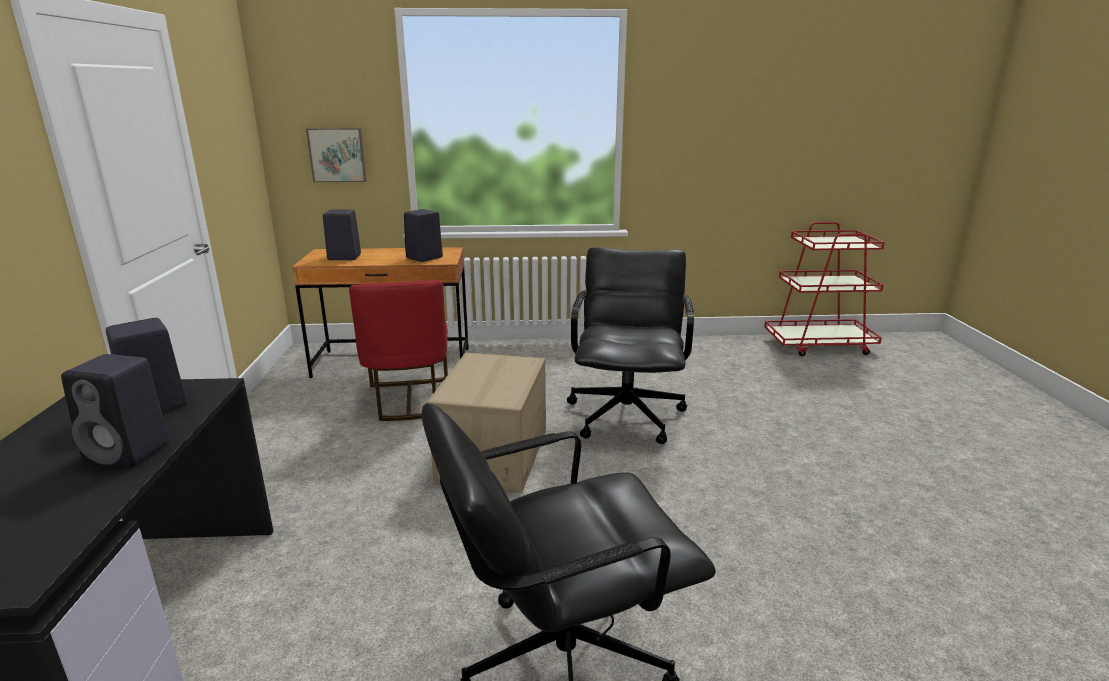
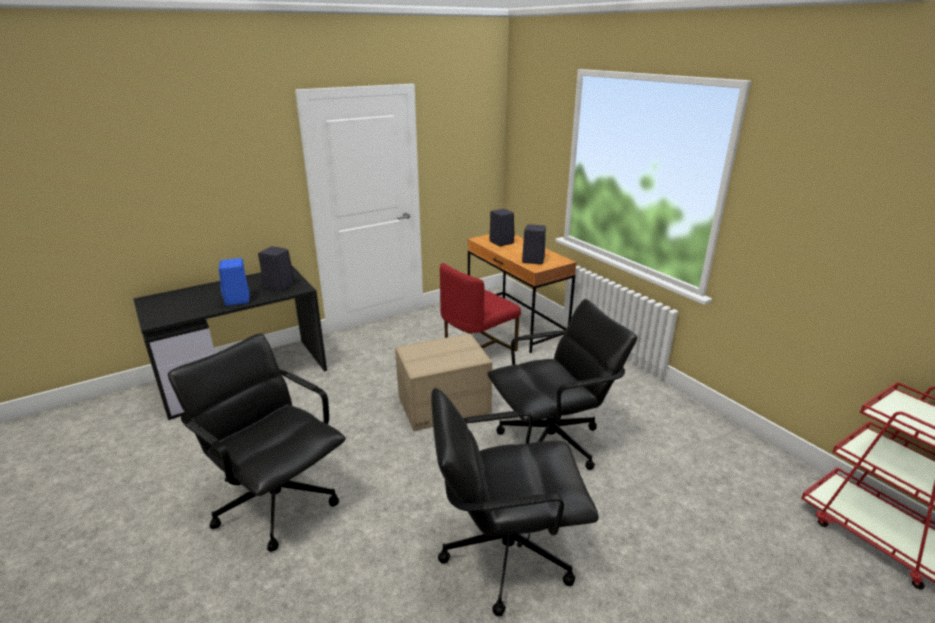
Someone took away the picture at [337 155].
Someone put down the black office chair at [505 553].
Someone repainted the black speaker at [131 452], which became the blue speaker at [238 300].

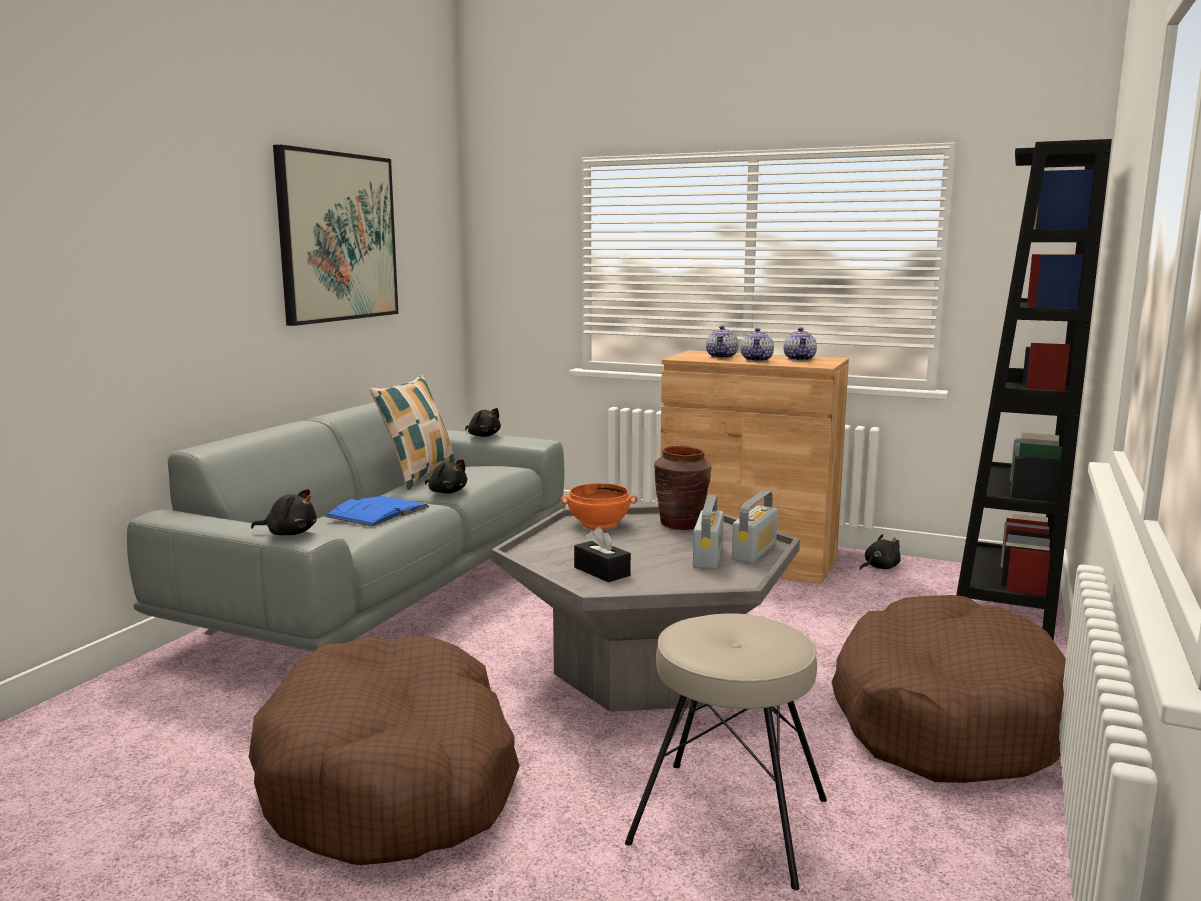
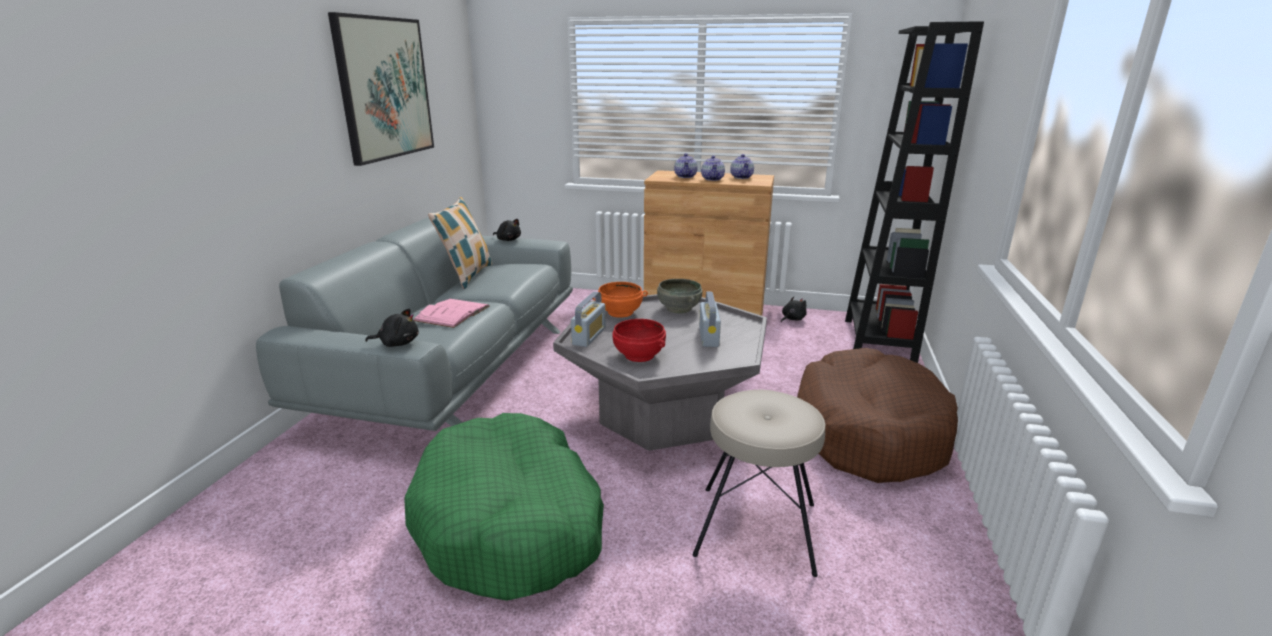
Someone took away the black plush toy at [447 492].
Someone carried the radio from [754 551] to [589 336].
Someone swapped the black tissue box at [602 571] for the red bowl at [639 355].
Someone swapped the brown vase at [681 524] for the grey bowl at [678 309].
Someone repainted the brown dog bed at [392 779], which became the green dog bed at [511 523].
Someone repainted the blue book at [378 512], which became the pink book at [452 313].

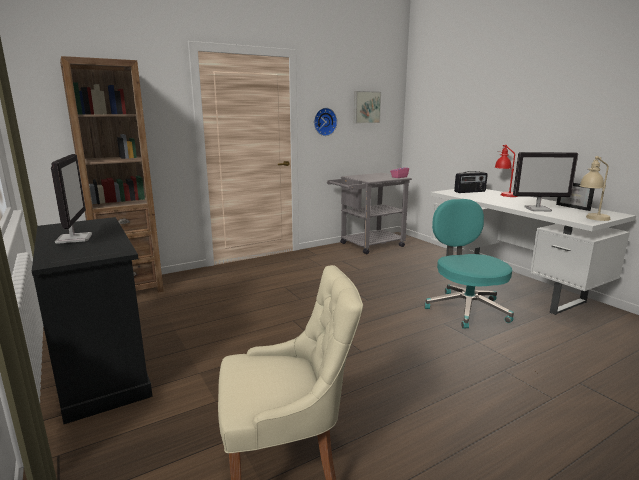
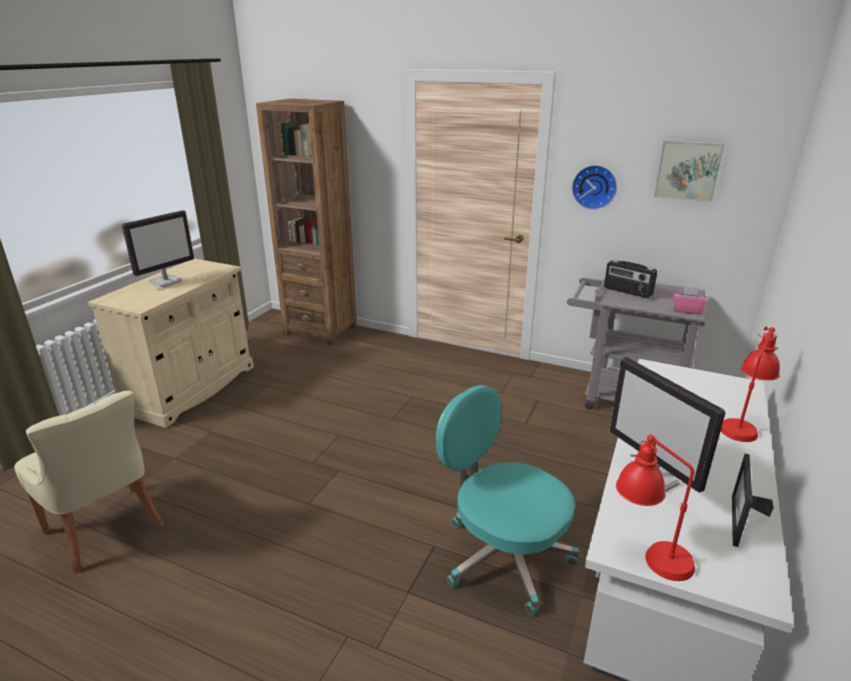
Someone carried the radio from [470 192] to [627 292].
Someone repainted the black cabinet at [102 367], which became the beige cabinet at [191 388].
Someone repainted the beige table lamp at [592 219], which became the red table lamp at [648 554].
Someone rotated the turquoise office chair at [466 308] by 90 degrees counterclockwise.

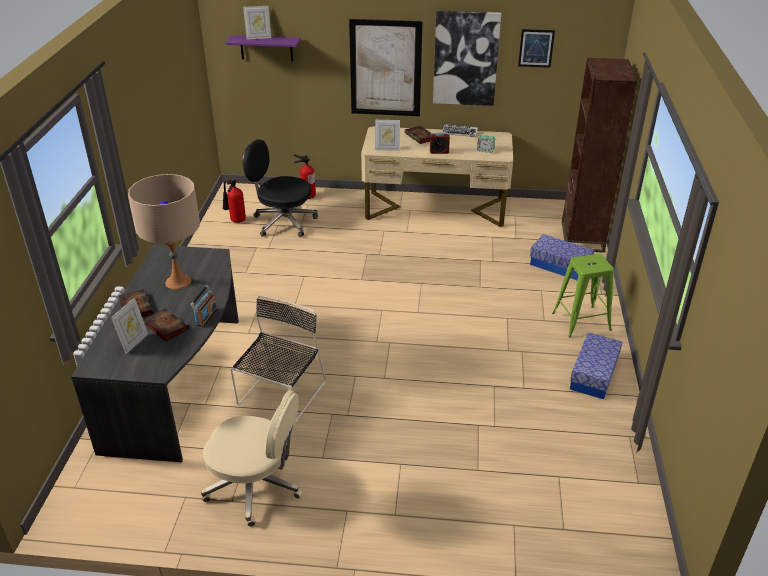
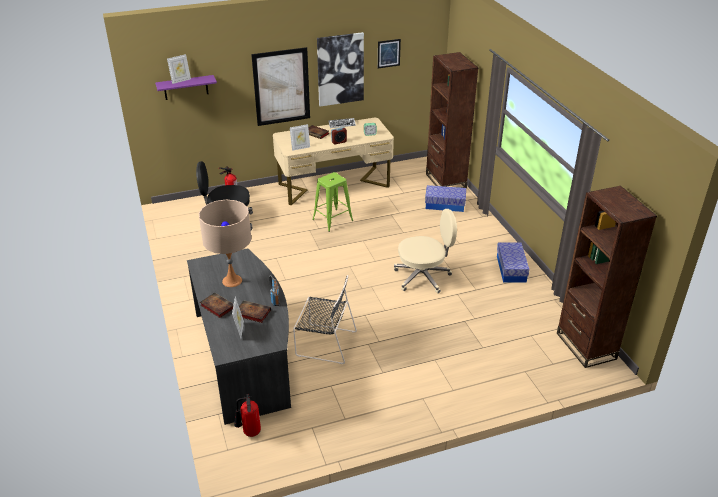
Someone put down the brown bookcase at [586 346].
Someone carried the beige office chair from [256 486] to [423 277].
Someone carried the fire extinguisher from [235 221] to [249 433].
Someone carried the green stool from [581 321] to [333 220].
Someone rotated the black chair at [280 395] by 105 degrees clockwise.

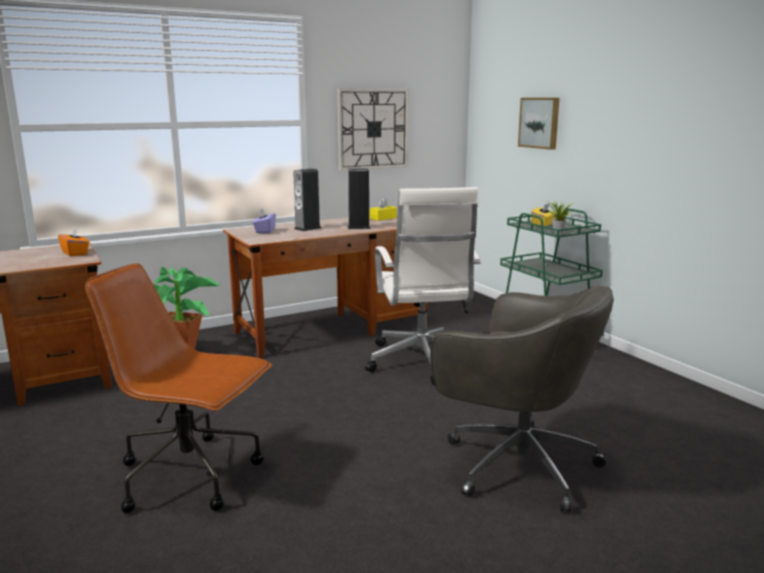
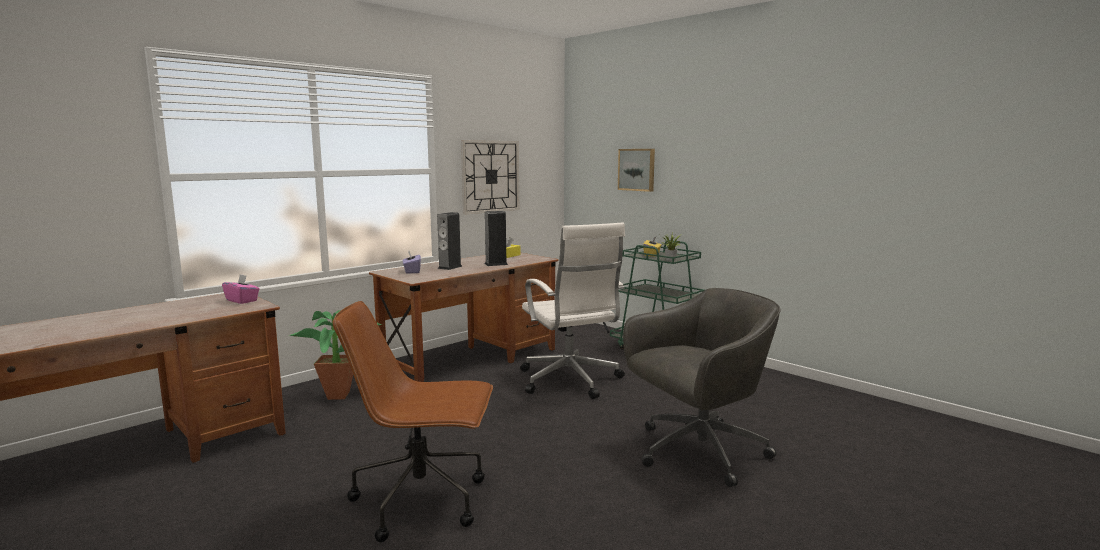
Someone repainted the orange tissue box at [75 253], which became the pink tissue box at [242 300].
Someone rotated the grey office chair at [515 464] by 45 degrees counterclockwise.

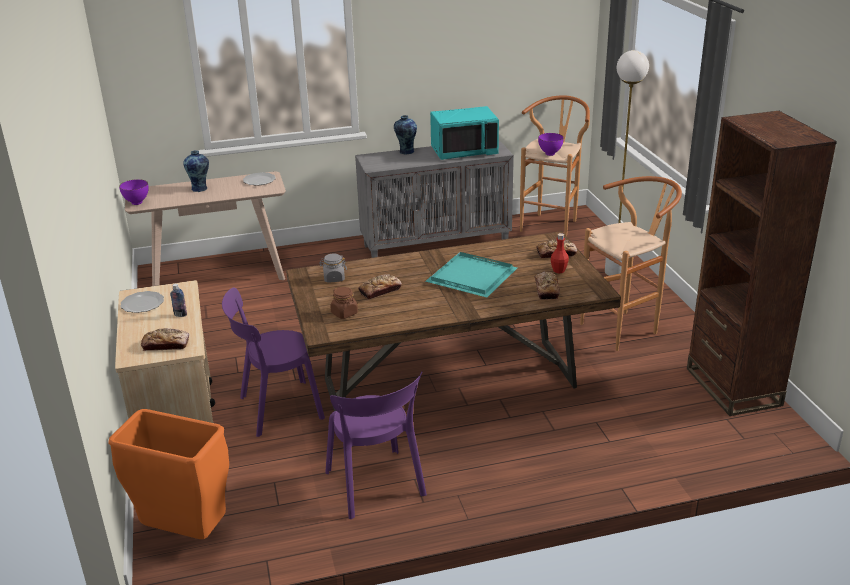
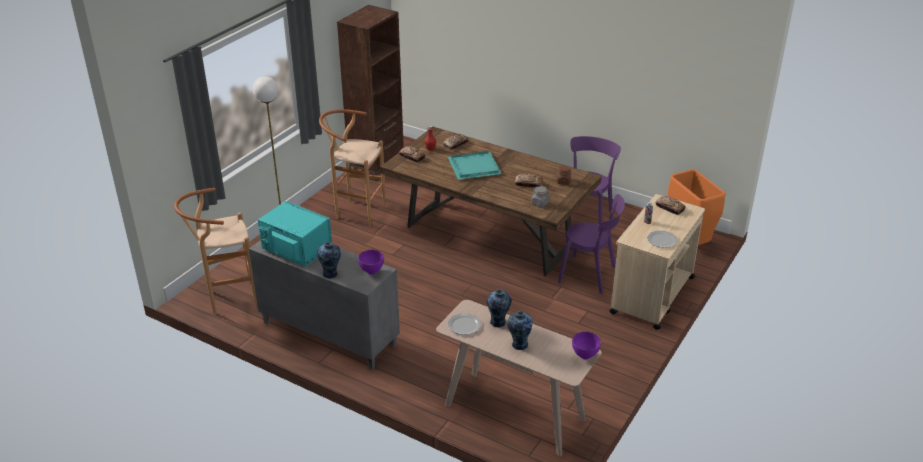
Someone put down the vase at [498 323].
Someone carried the purple bowl from [550 154] to [372 271].

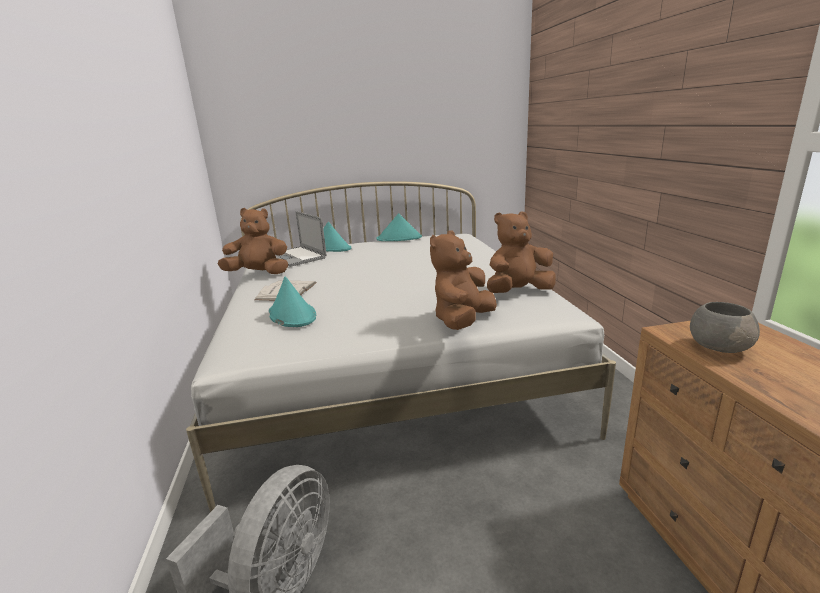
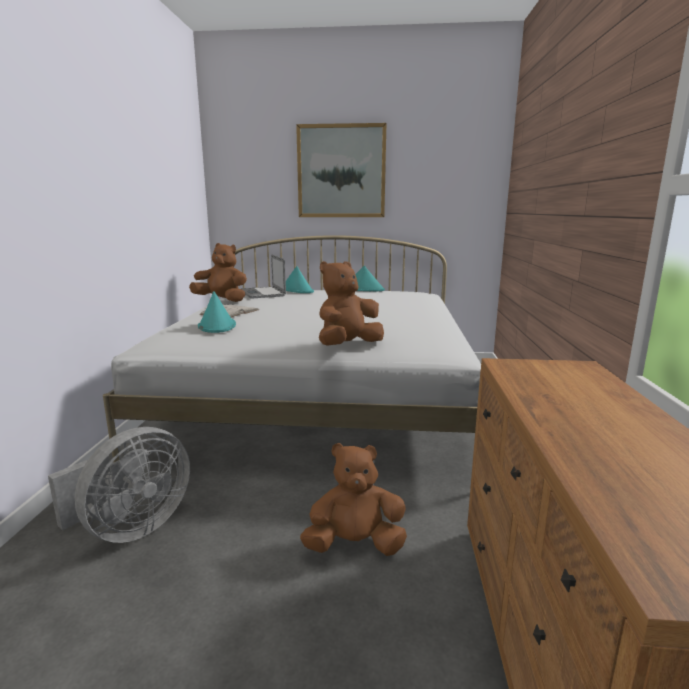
Someone took away the grey bowl at [718 347].
Someone put up the picture at [341 171].
Someone carried the brown plush toy from [518 292] to [355 545].

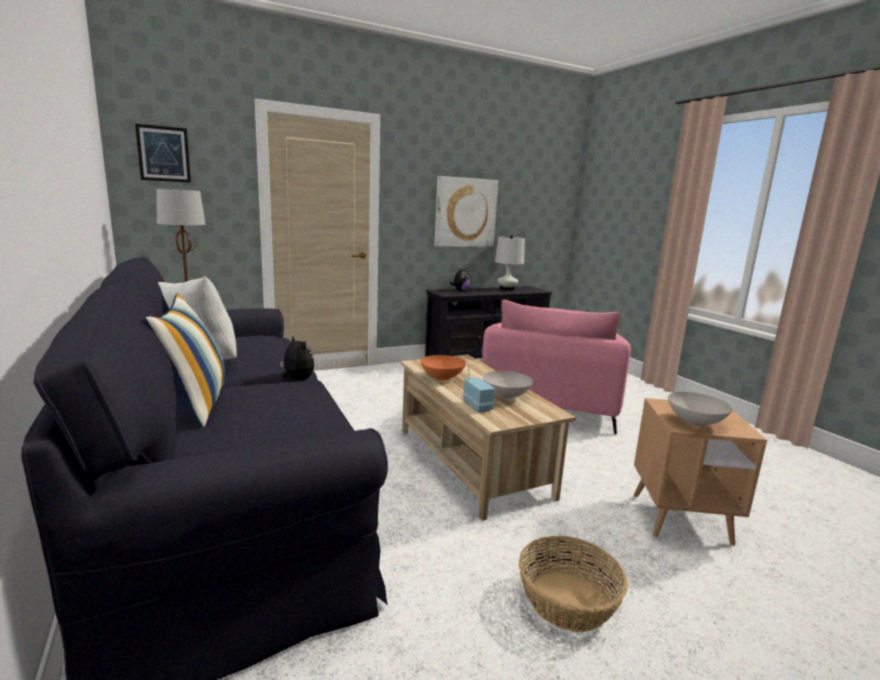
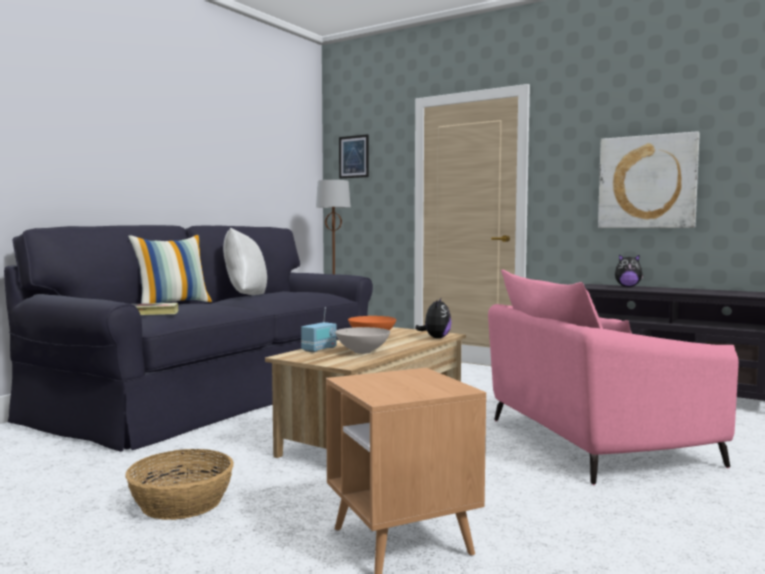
Someone took away the white table lamp at [507 289].
Someone took away the white bowl at [695 423].
Someone put down the book at [153 313].
Someone carried the plush toy from [297 380] to [435 338].

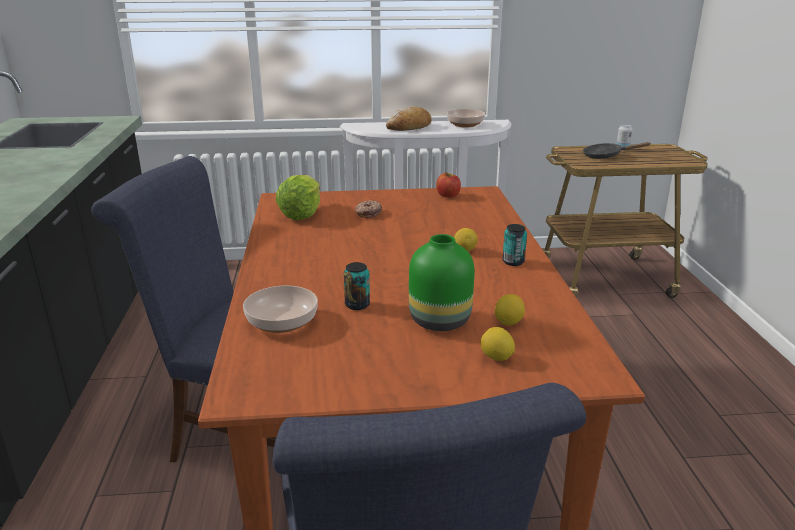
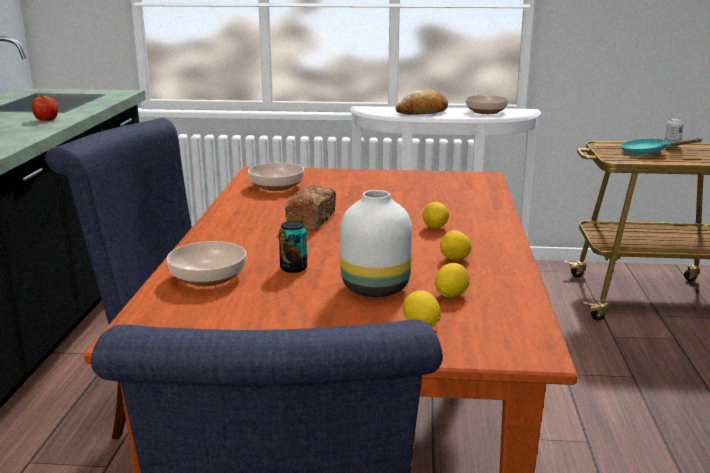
Someone took away the donut at [368 213].
Someone took away the can at [513 262].
Someone put down the bread at [311 220].
Someone put down the lemon at [455 259].
Someone carried the apple from [448 195] to [46 119].
Someone swapped the lettuce at [302 214] for the bowl at [275 186].
Someone repainted the green vase at [440 320], which became the white vase at [376 288].
Someone repainted the black frying pan at [606 156], which became the turquoise frying pan at [648 153].

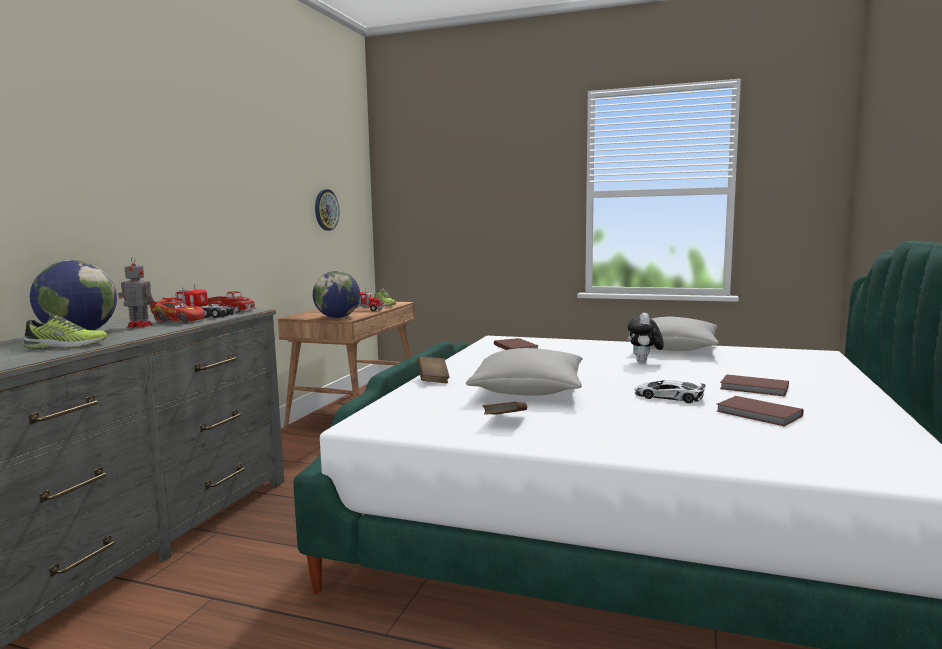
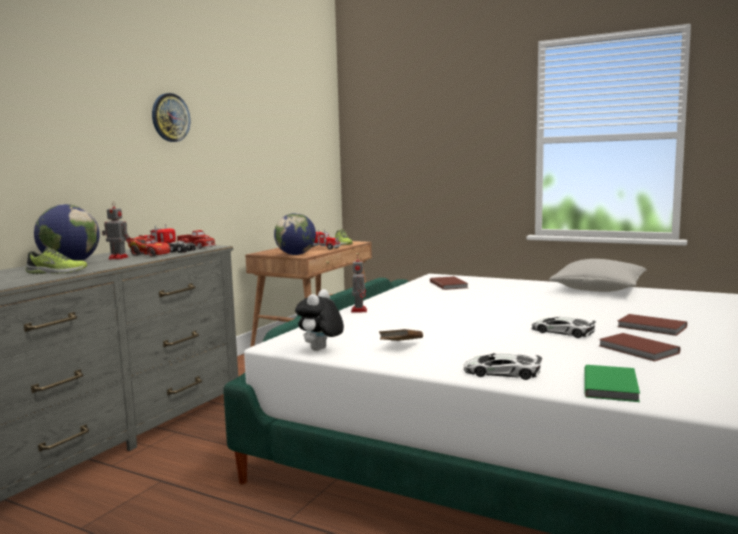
Someone took away the grey pillow at [528 391].
Someone put down the toy car at [502 373].
Someone put down the green book at [612 386].
Someone carried the wall clock from [326 210] to [170 117].
Someone carried the plush toy from [644 362] to [320 350].
Someone swapped the brown book at [433 379] for the toy robot at [359 310].

